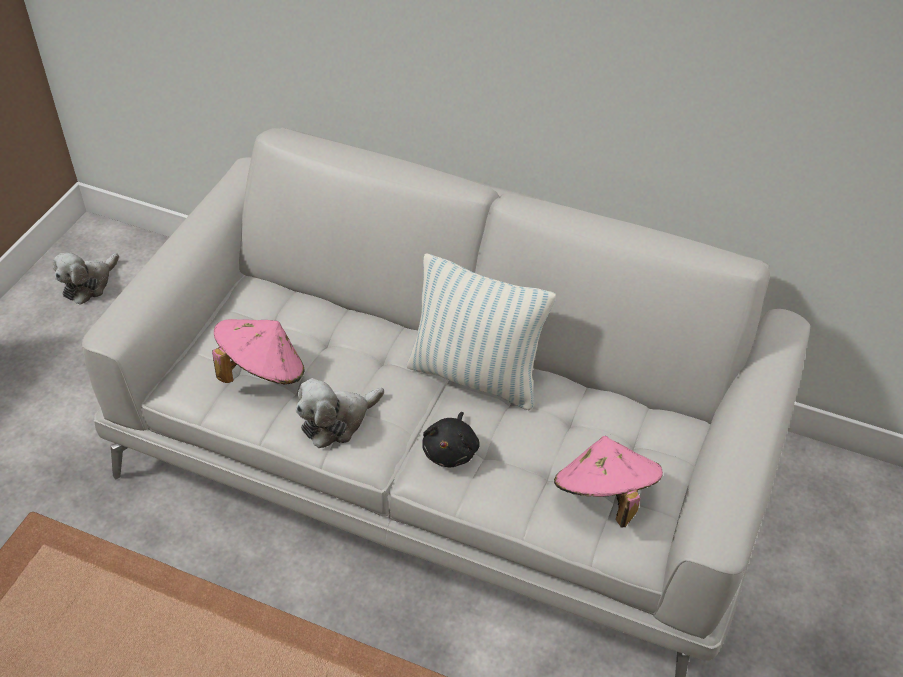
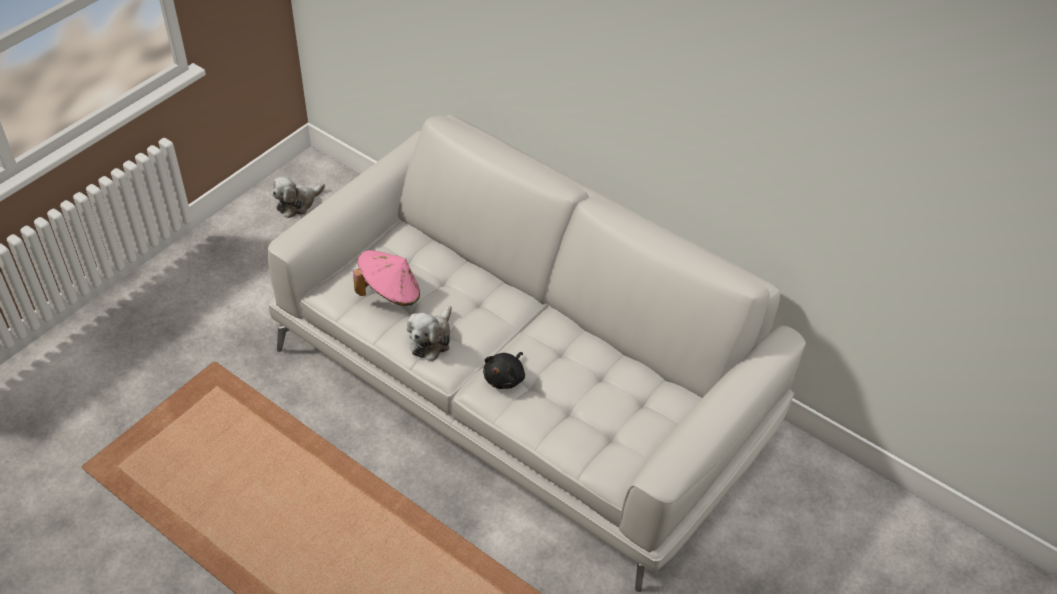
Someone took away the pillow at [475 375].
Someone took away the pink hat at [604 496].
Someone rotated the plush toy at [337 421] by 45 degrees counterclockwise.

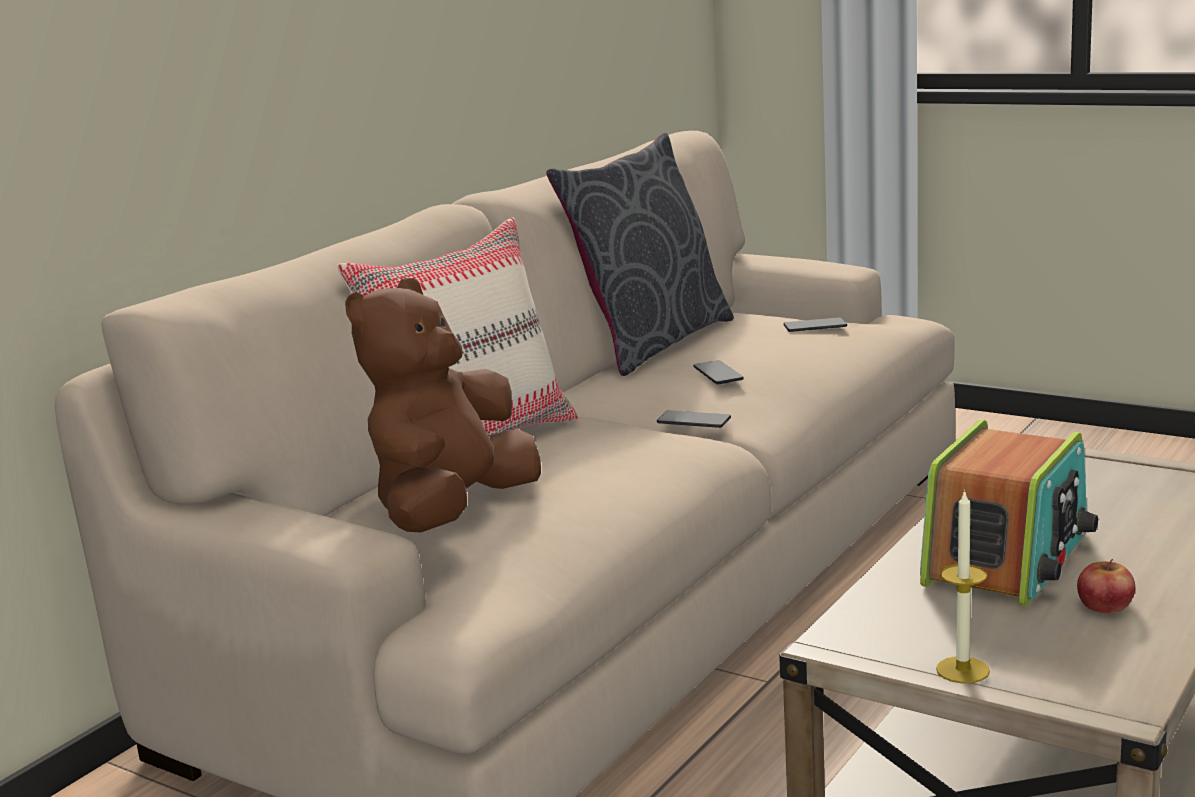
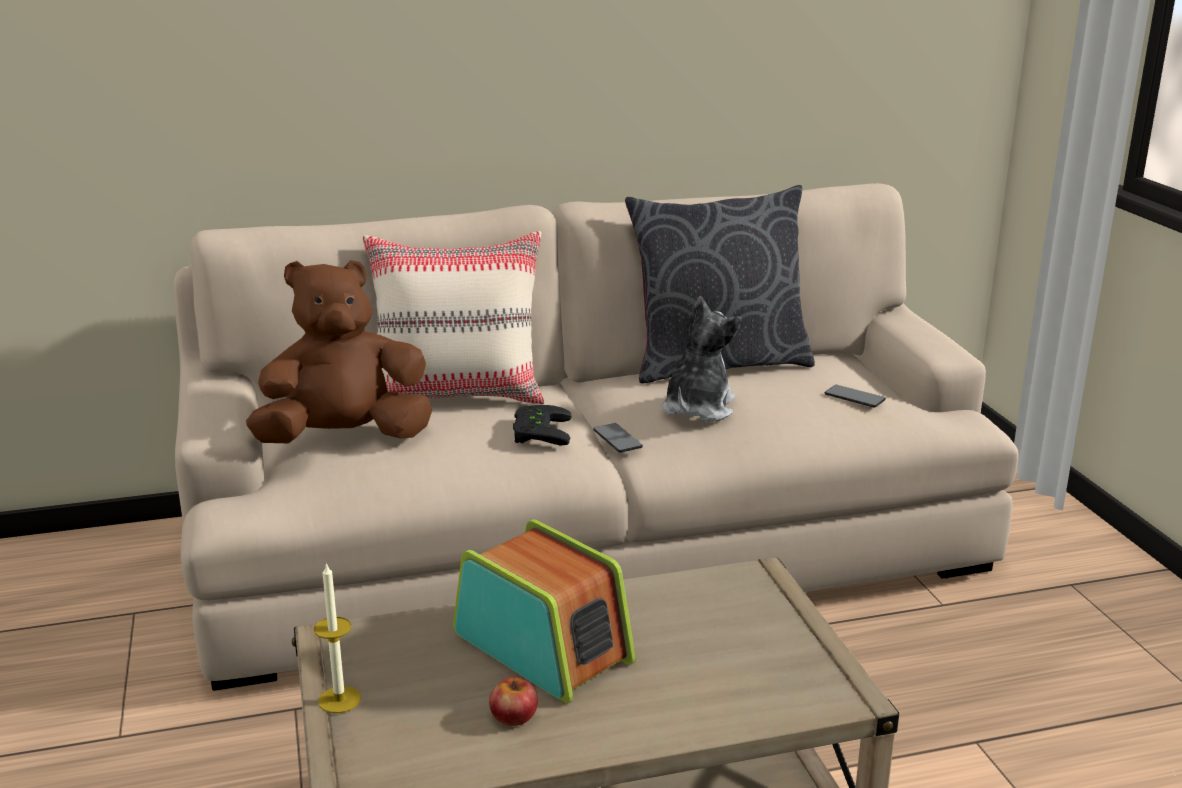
Someone put down the black game controller at [537 431].
Someone swapped the phone at [718 374] for the plush toy at [697 408].
Someone rotated the radio at [1007 559] by 120 degrees counterclockwise.

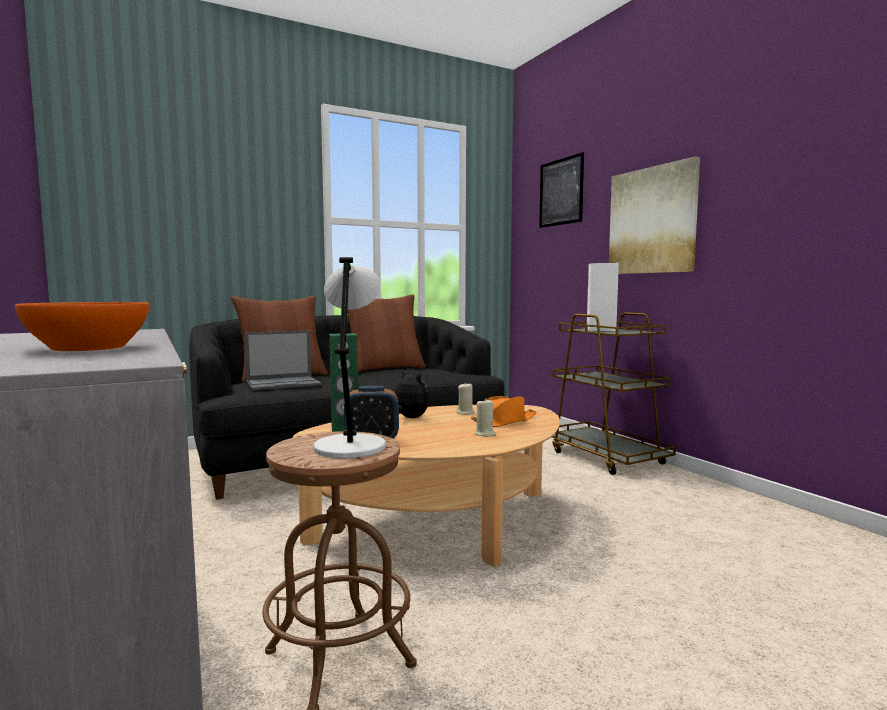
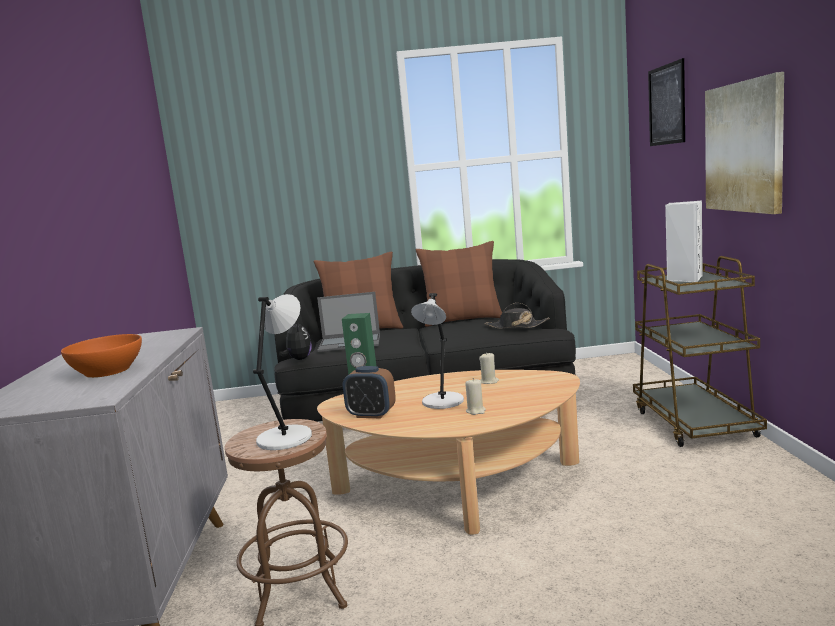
Someone took away the orange hat at [505 422].
Someone put down the grey table lamp at [442 402].
Someone put down the black hat at [516 326].
Someone carried the plush toy from [409 418] to [298 359].

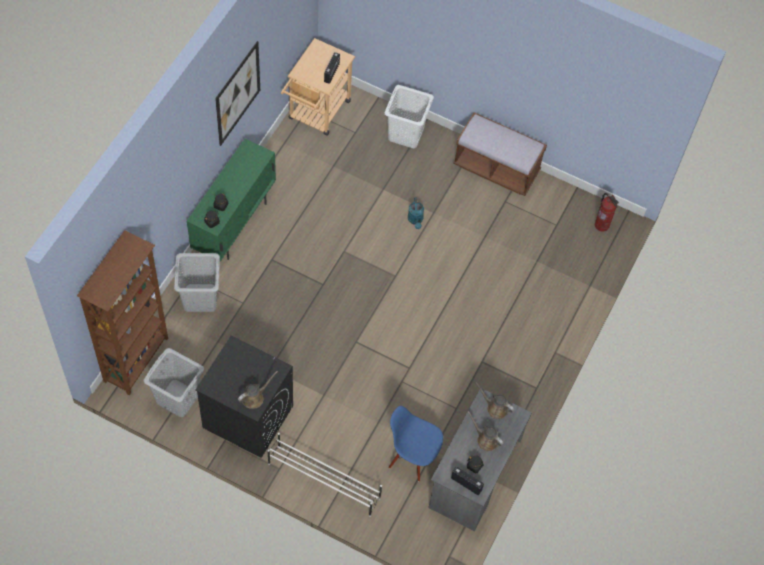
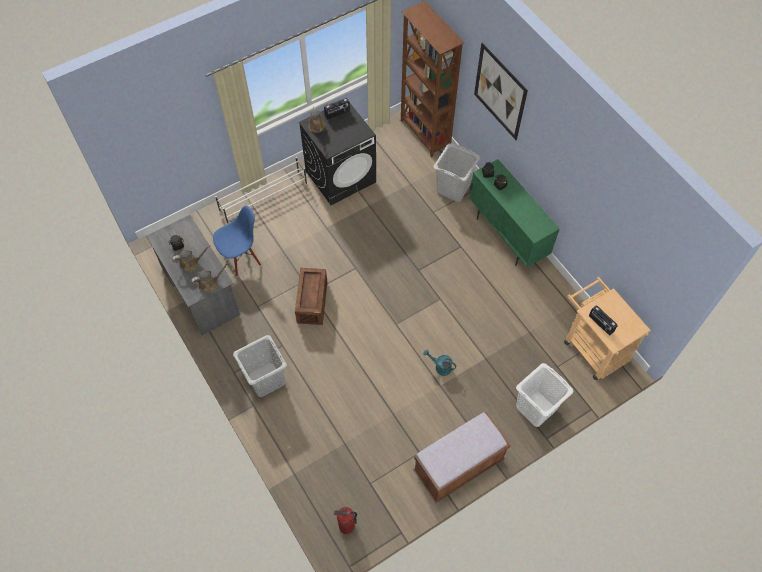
Someone put down the crate at [312 302].
Someone carried the grey laundry basket from [178 398] to [265 379].
Someone carried the picture from [238 93] to [500 92].
Someone carried the radio from [466 484] to [337 114].

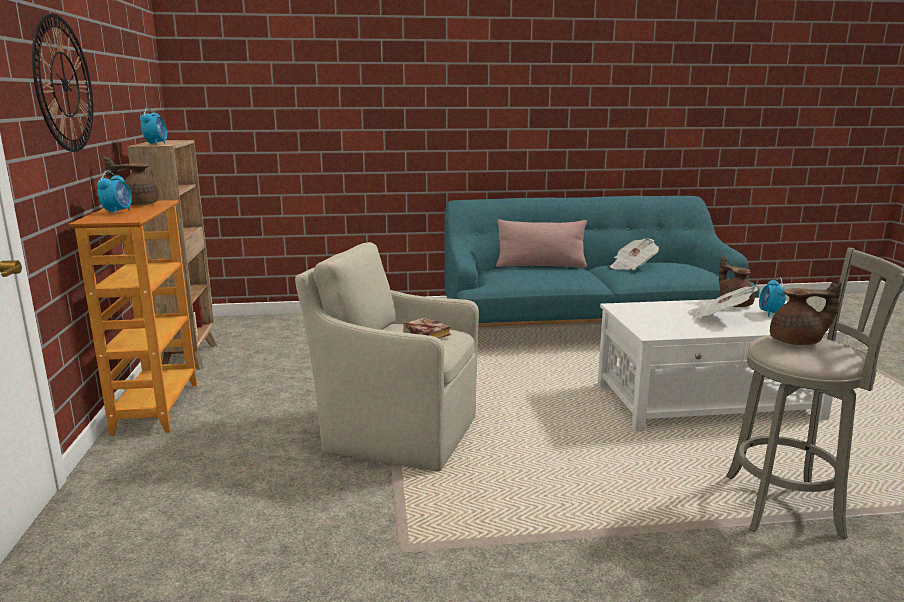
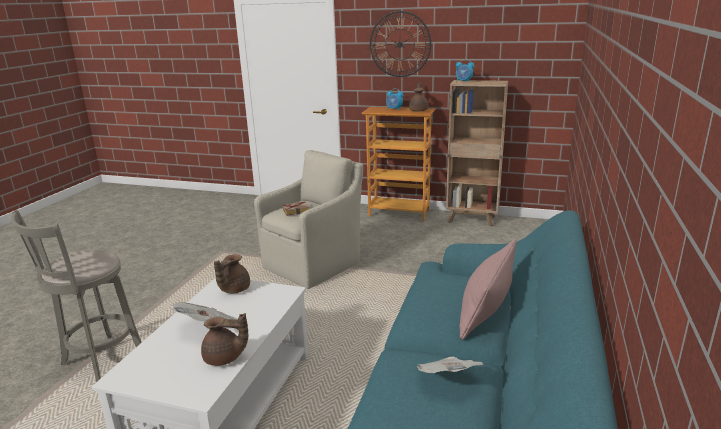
Someone took away the alarm clock at [770 313].
Someone carried the brown teapot from [798 342] to [233 289].

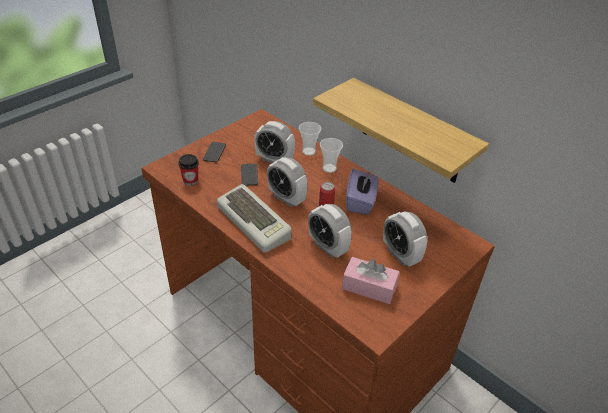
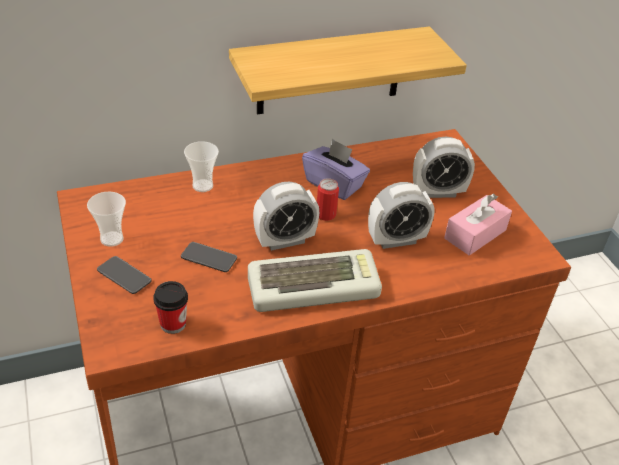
Someone took away the alarm clock at [274 160].
Someone carried the cup from [329 168] to [112 239].

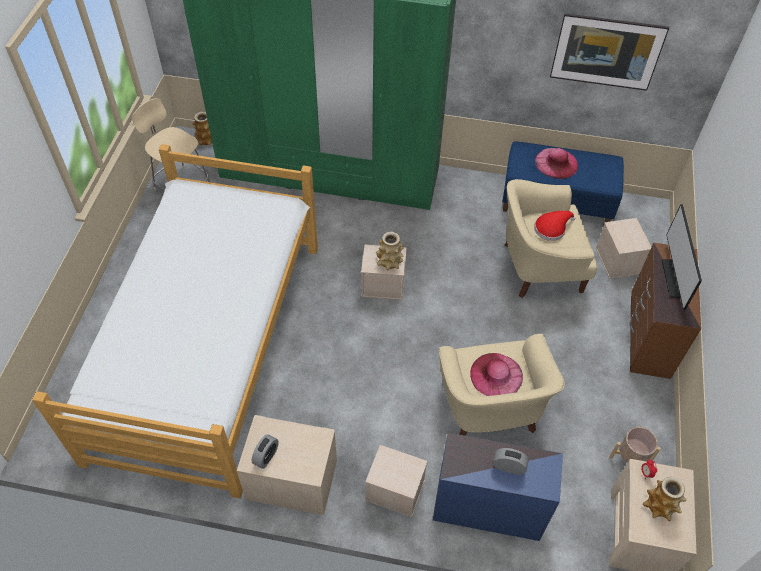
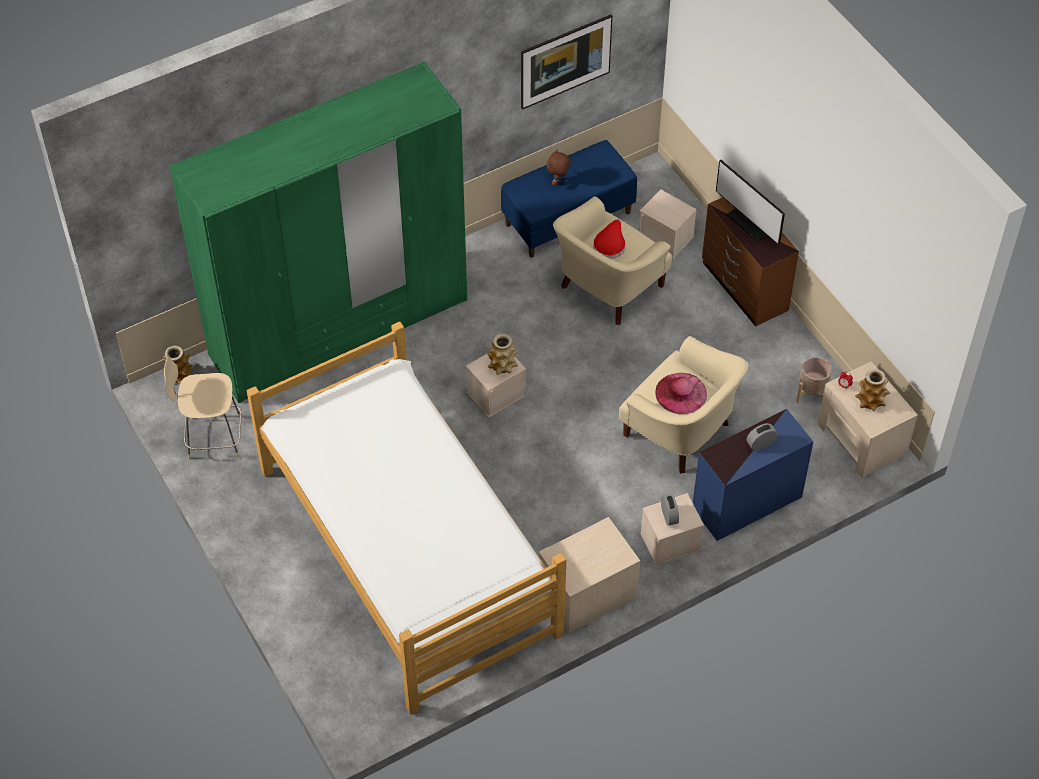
Someone carried the alarm clock from [266 456] to [669 516].
Someone swapped the pink hat at [556 163] for the brown plush toy at [558 182].

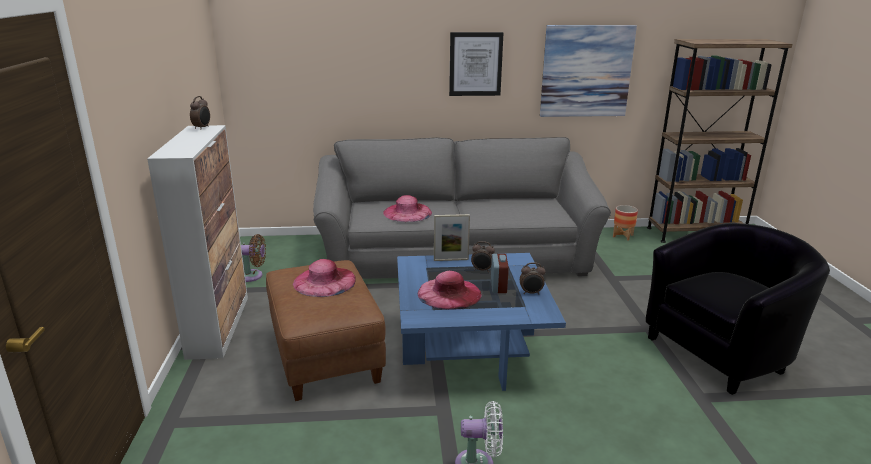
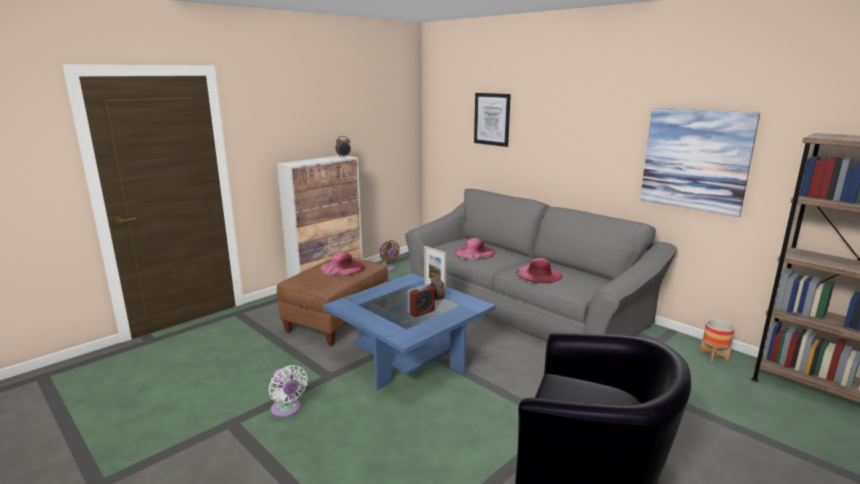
Someone took away the alarm clock at [531 293].
Someone carried the pink hat from [449 293] to [539 274].
Someone carried the picture from [475 64] to [492 119].

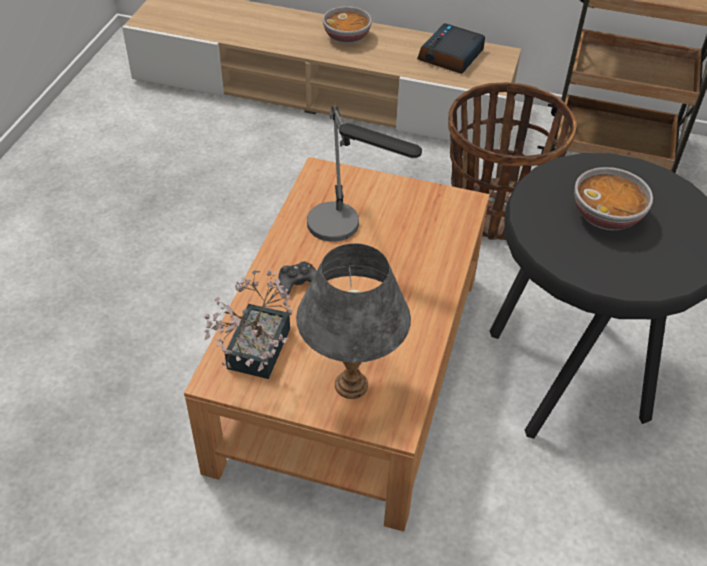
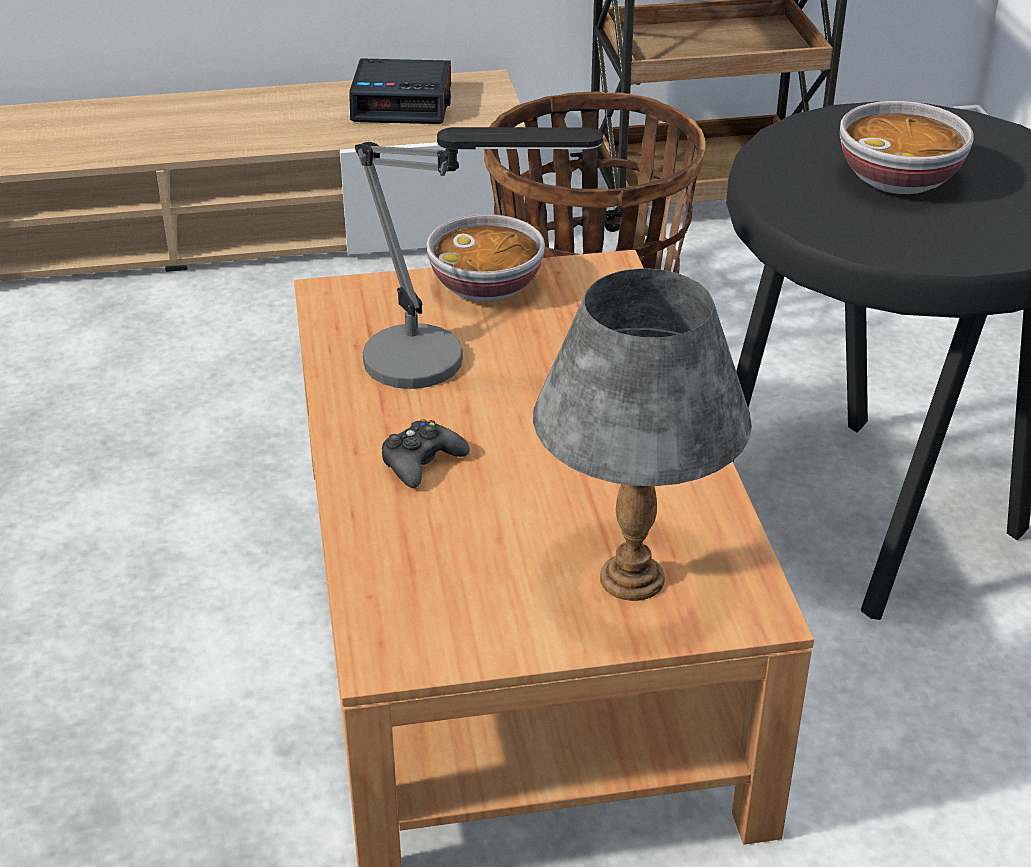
Someone took away the potted plant at [254 355].
Someone carried the bowl from [347 37] to [487 287].
Someone rotated the alarm clock at [451 56] by 90 degrees counterclockwise.

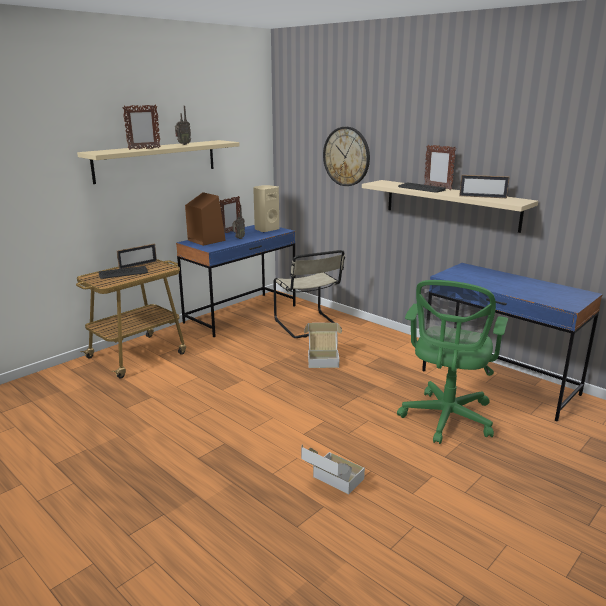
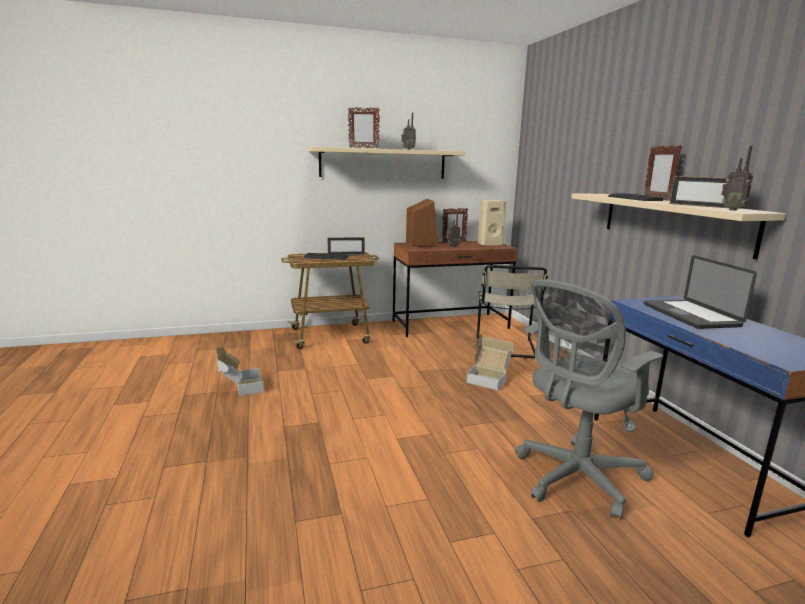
Someone took away the wall clock at [346 156].
Someone put down the laptop at [690 315].
Someone put down the radio at [733 210].
Someone carried the cardboard box from [331 484] to [239 388].
Someone repainted the blue desk at [241 314], which became the brown desk at [450 325].
Someone repainted the green office chair at [446 419], which became the grey office chair at [574 478].

